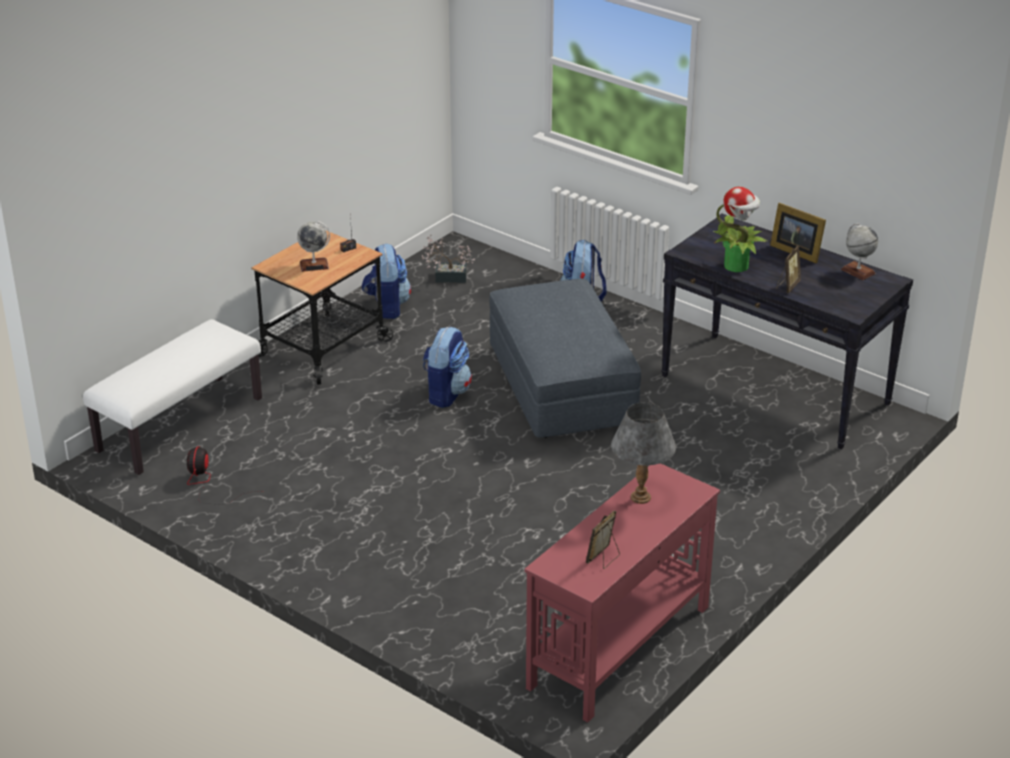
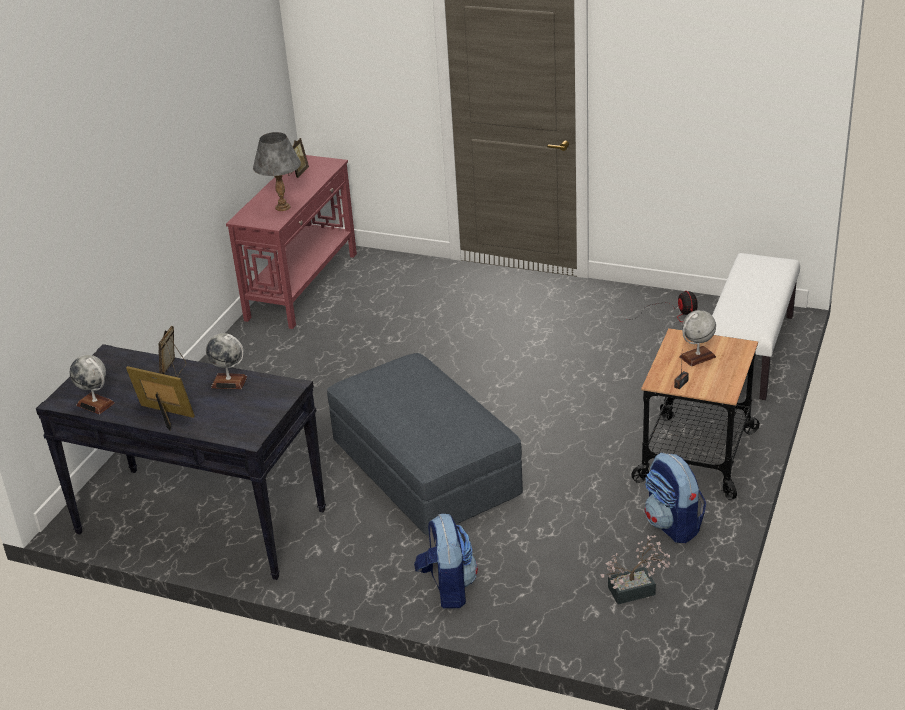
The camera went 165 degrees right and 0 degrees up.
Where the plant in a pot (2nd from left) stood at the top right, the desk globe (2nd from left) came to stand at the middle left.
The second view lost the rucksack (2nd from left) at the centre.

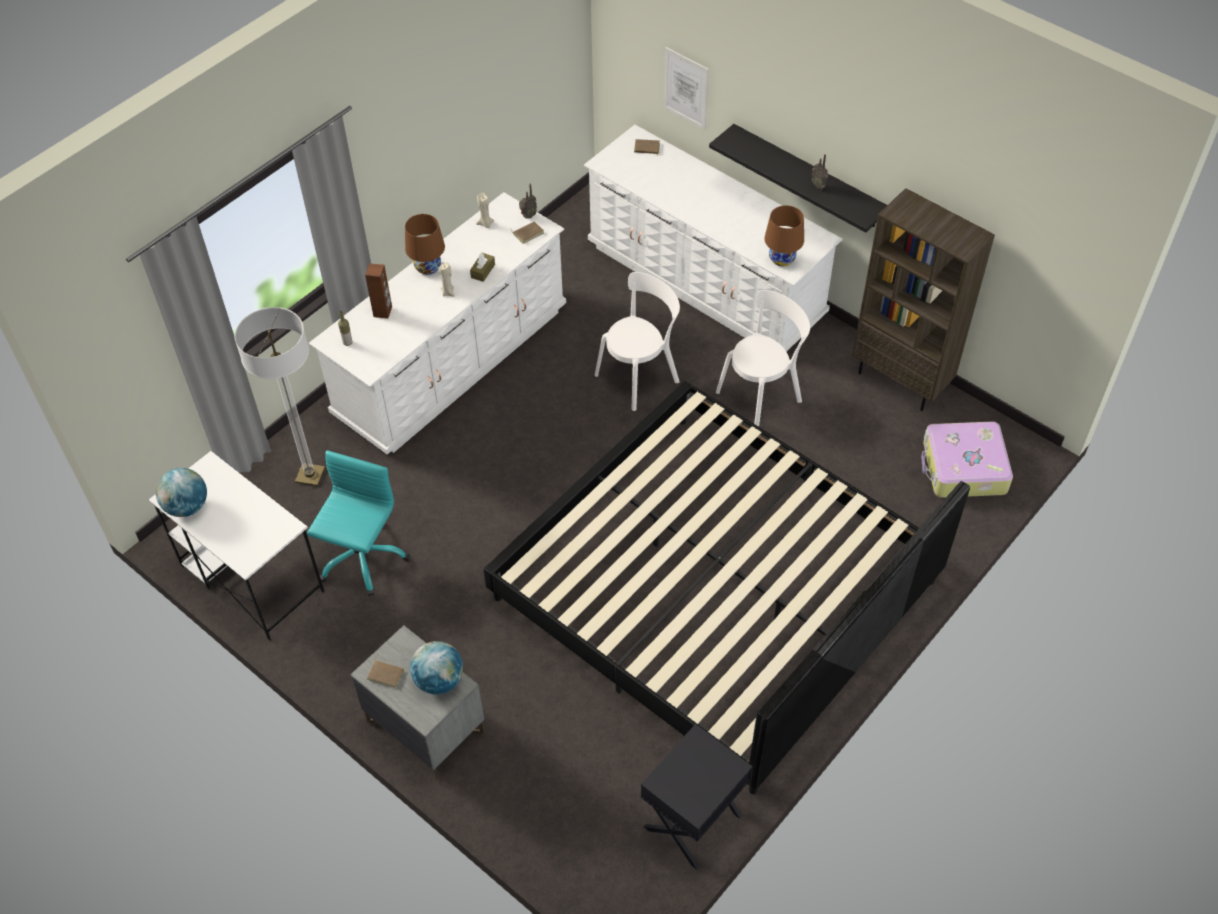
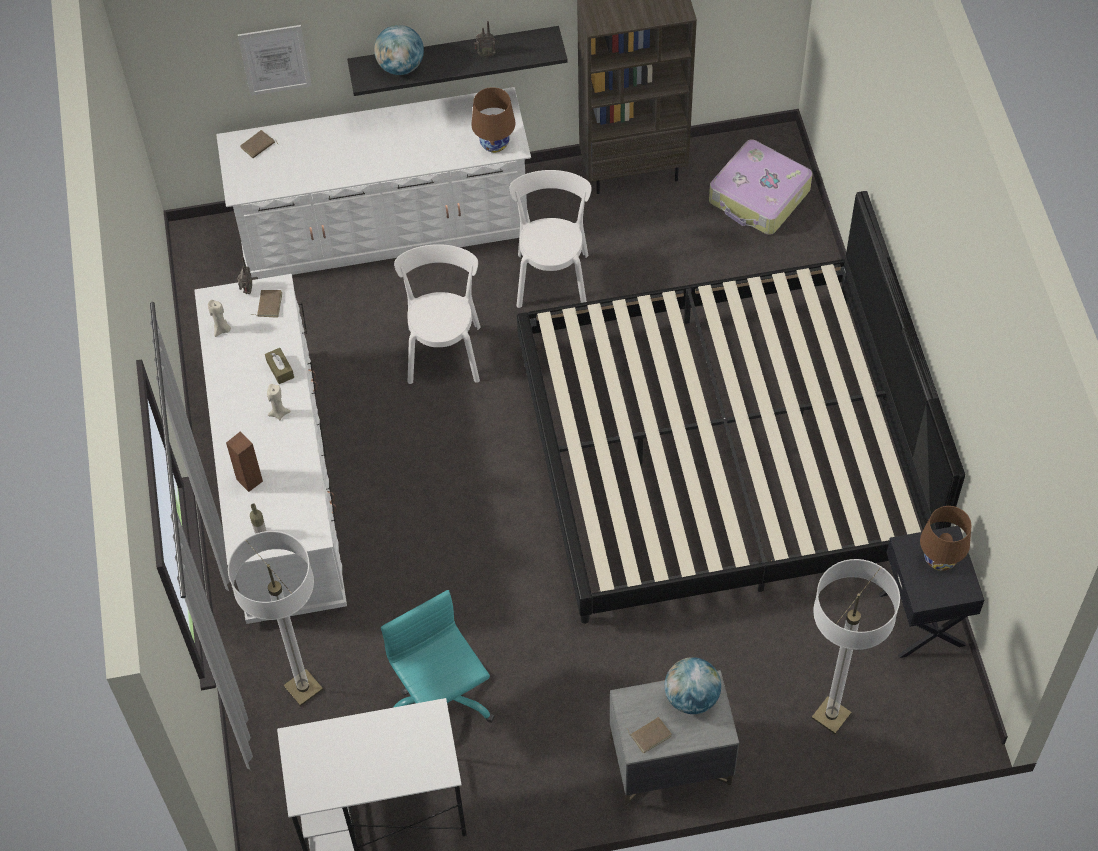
The camera went 50 degrees left and 5 degrees up.
The desk globe (1st from left) ended up elsewhere, having gone from the middle left to the top centre.
The second view gained the standing lamp (2nd from left) at the bottom right.
The lamp for a table (brown-coloured) (1st from left in the first image) ended up elsewhere, having gone from the top centre to the middle right.

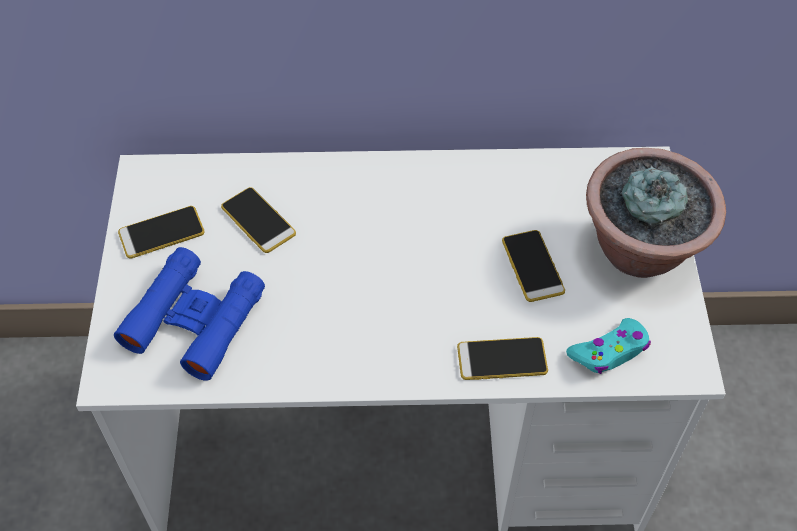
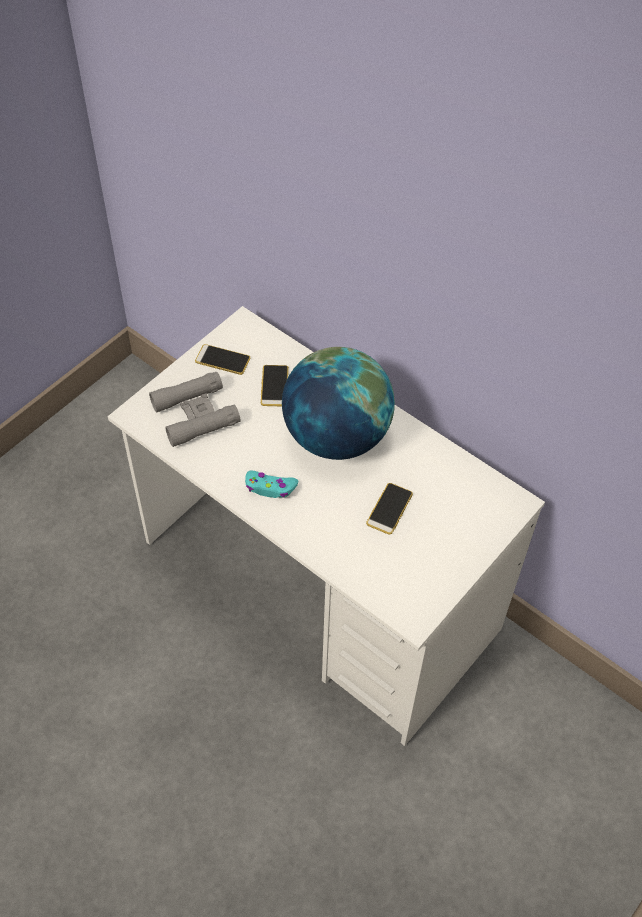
The camera went 40 degrees right and 0 degrees up.
What was the pair of binoculars (blue-coloured) at the middle left turned into the pair of binoculars (gray) at the middle left.
The game controller (turquoise-coloured) ended up elsewhere, having gone from the middle right to the centre.
The second view gained the desk globe at the centre.
The second view lost the phone (3rd from left) at the bottom centre.
The second view lost the plant in a pot at the middle right.

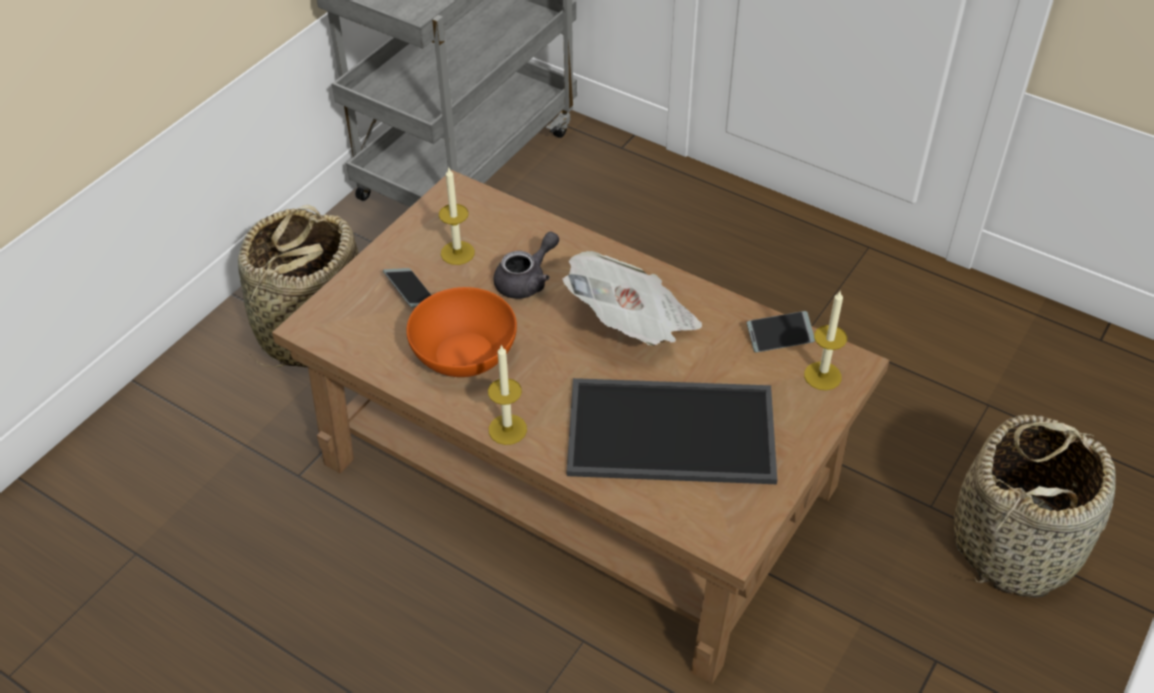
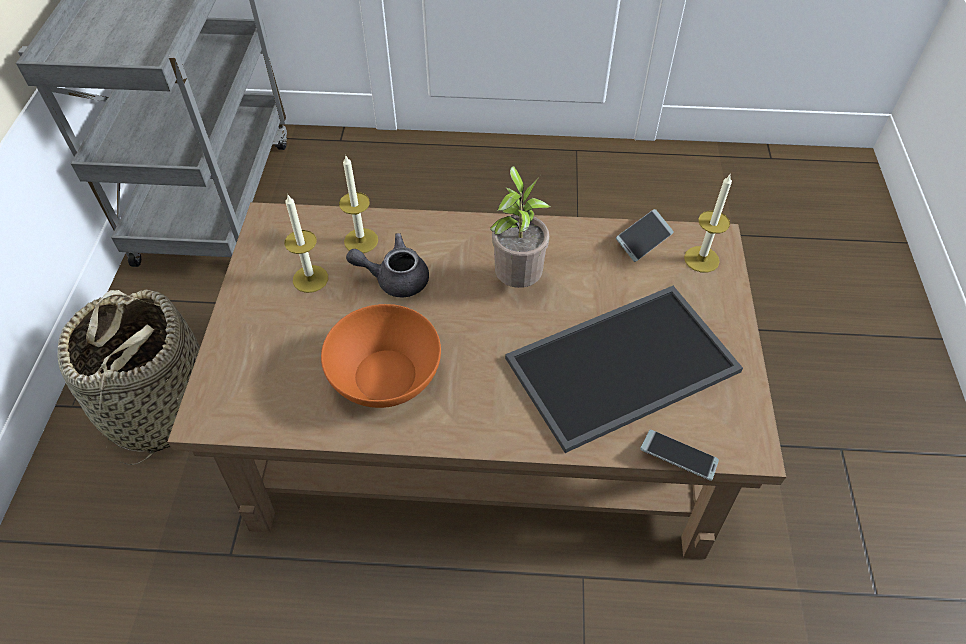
The camera went 30 degrees left and 5 degrees up.
The candle (2nd from left) ended up elsewhere, having gone from the centre to the top centre.
The teapot (gray) at the centre ended up facing another way, 105 degrees counterclockwise from before.
Where the printed paper stood at the centre, the plant in a pot came to stand at the centre.
The phone (1st from left in the first image) ended up elsewhere, having gone from the centre to the bottom right.
The second view lost the basket (2nd from left) at the bottom right.

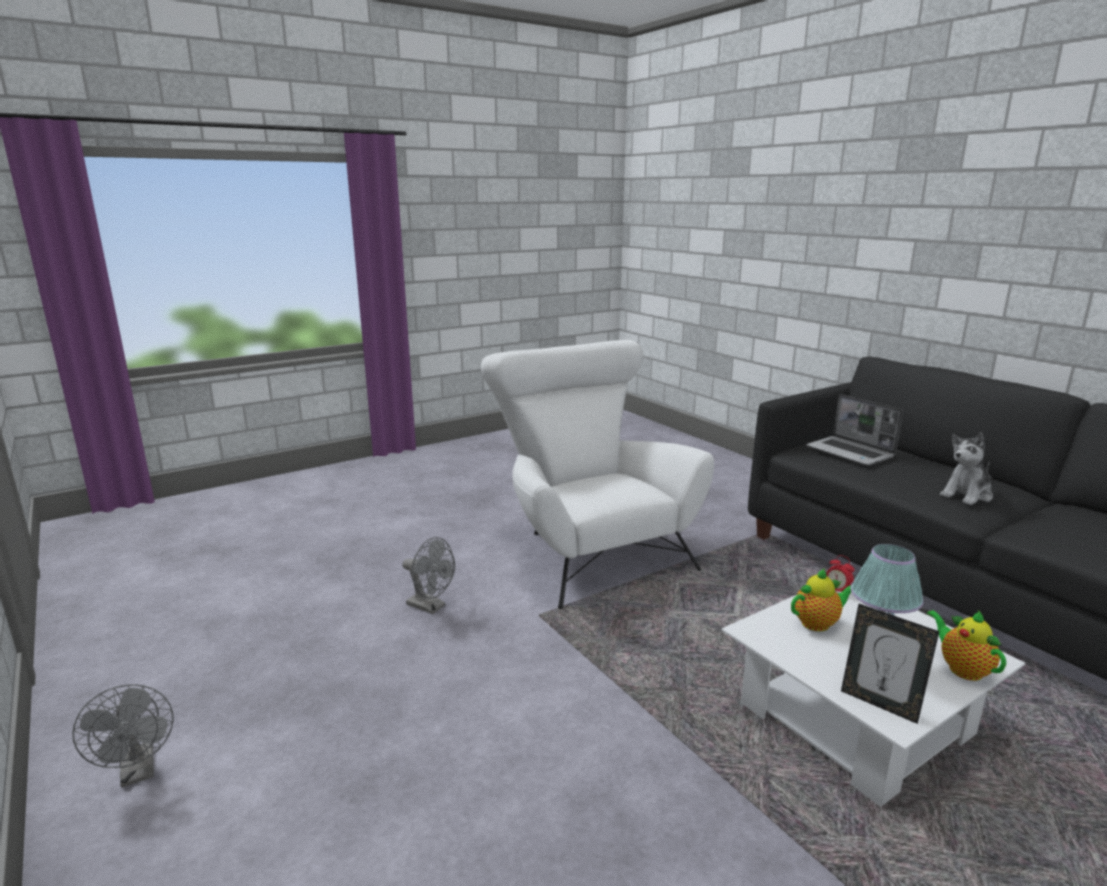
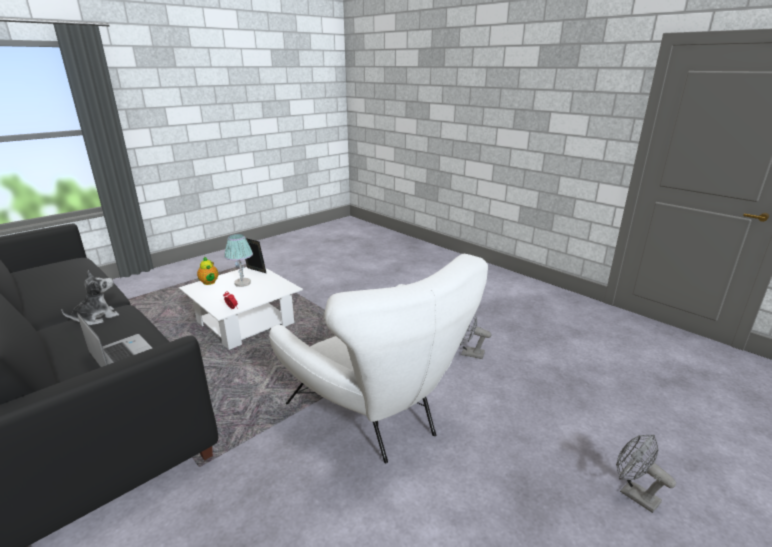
The camera went 170 degrees right and 5 degrees up.
The cooling fan (gray) (1st from left in the first image) ended up elsewhere, having gone from the bottom left to the bottom right.
The second view lost the teapot (1st from left) at the bottom right.

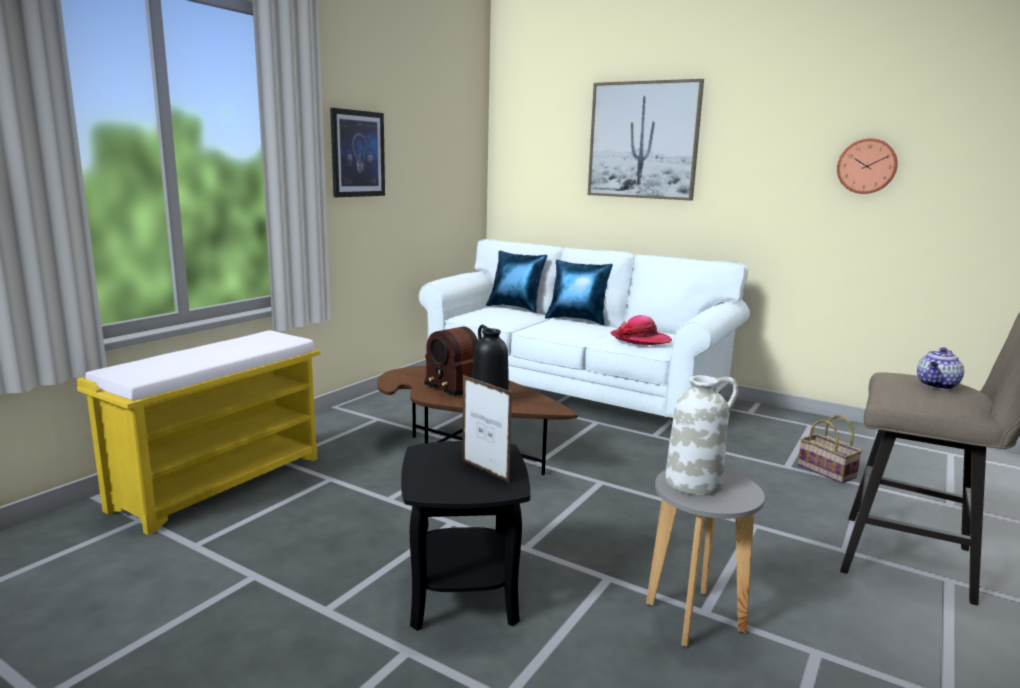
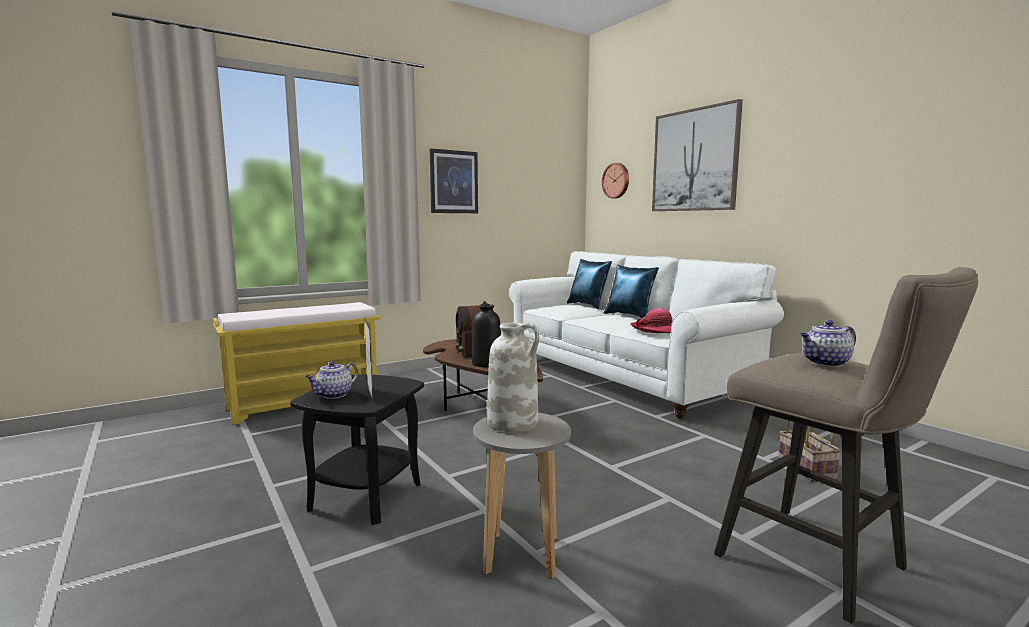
The camera went 25 degrees right and 5 degrees down.
The second view gained the teapot (1st from left) at the middle left.
The hanging clock ended up elsewhere, having gone from the top right to the top centre.

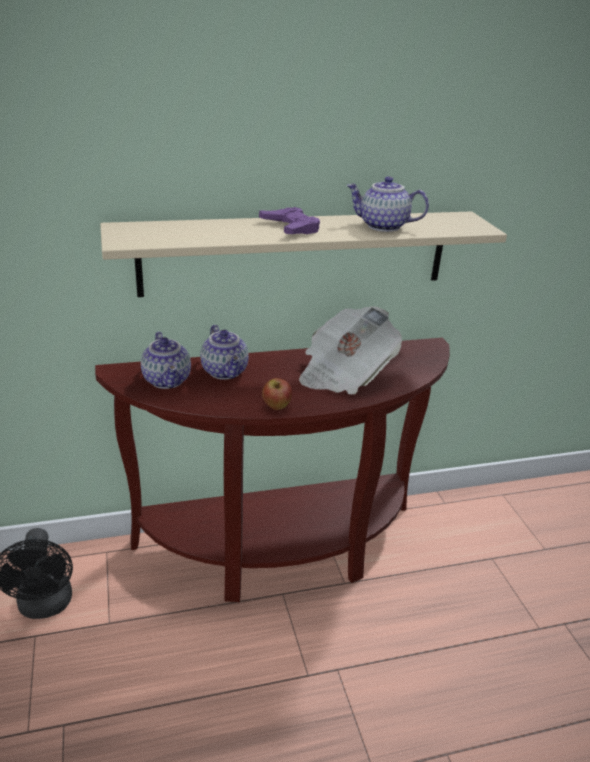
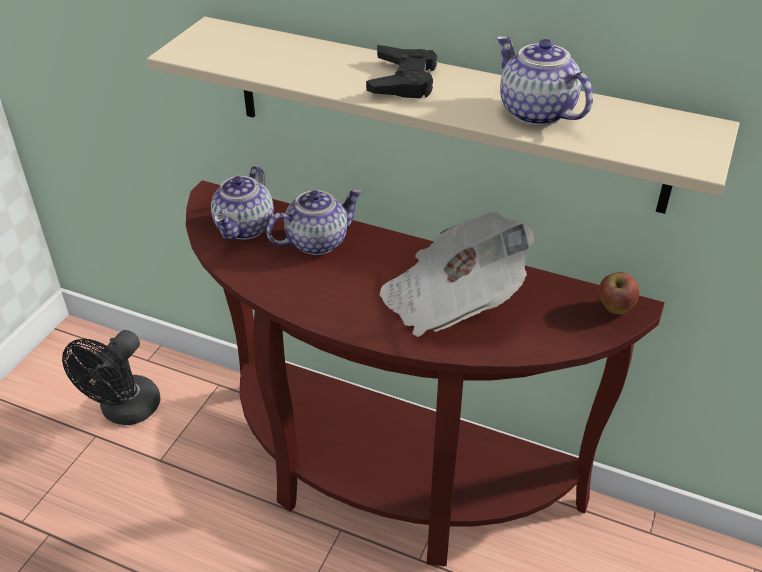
The camera went 40 degrees right and 10 degrees up.
The teapot (2nd from left) at the centre ended up facing another way, 135 degrees counterclockwise from before.
What was the game controller (purple) at the top centre turned into the game controller (blackish) at the top centre.
The apple ended up elsewhere, having gone from the centre to the middle right.

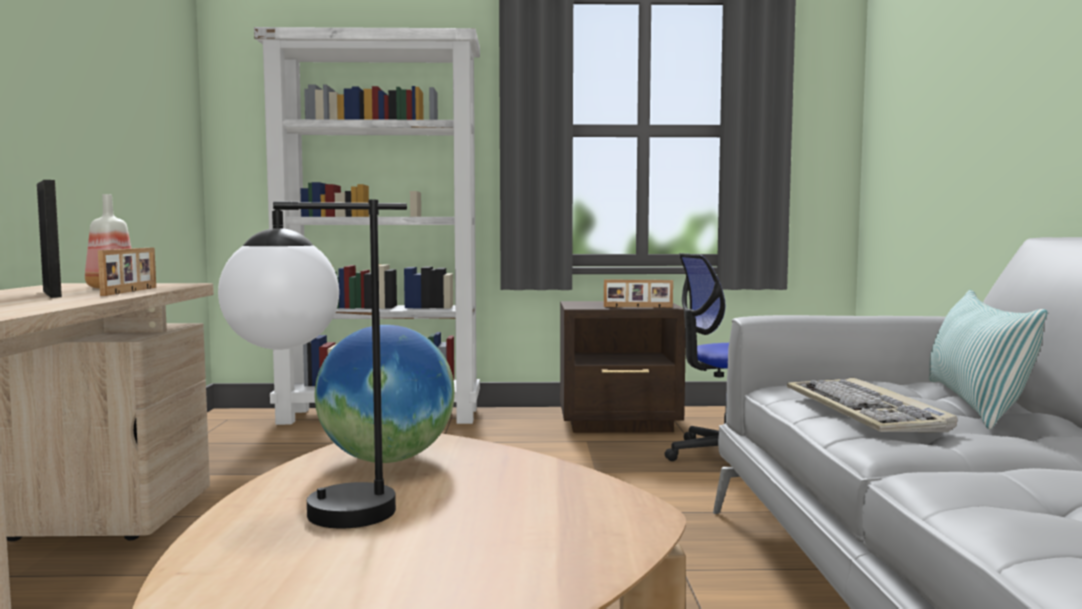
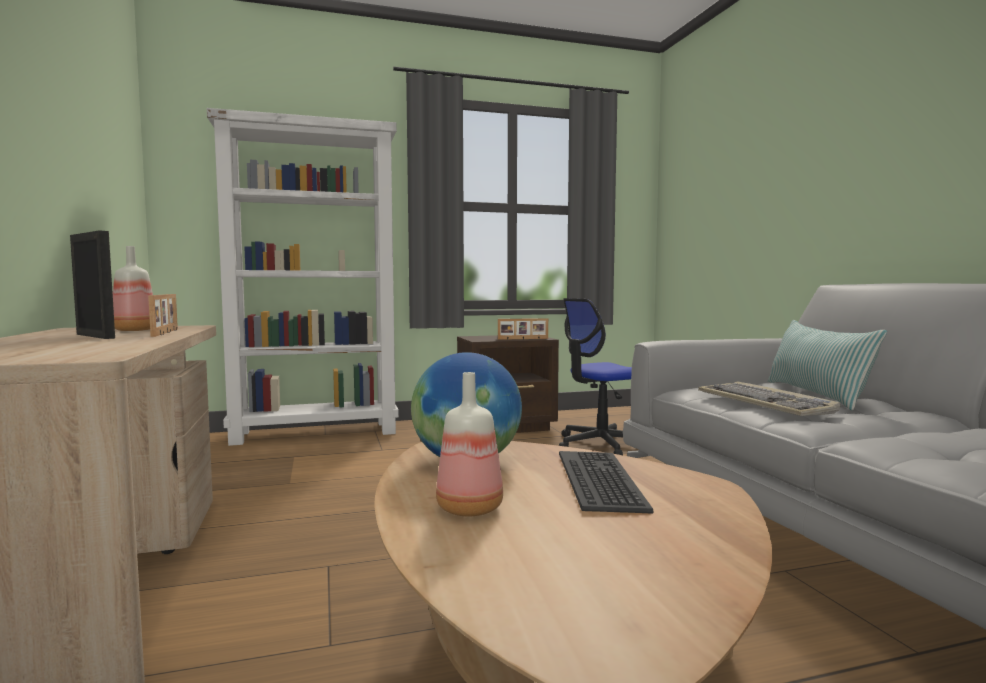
The camera went 15 degrees left and 0 degrees up.
Where the lamp for a table stood at the middle left, the beverage bottle (2nd from left) came to stand at the centre.
The second view gained the PC keyboard (1st from left) at the bottom centre.

